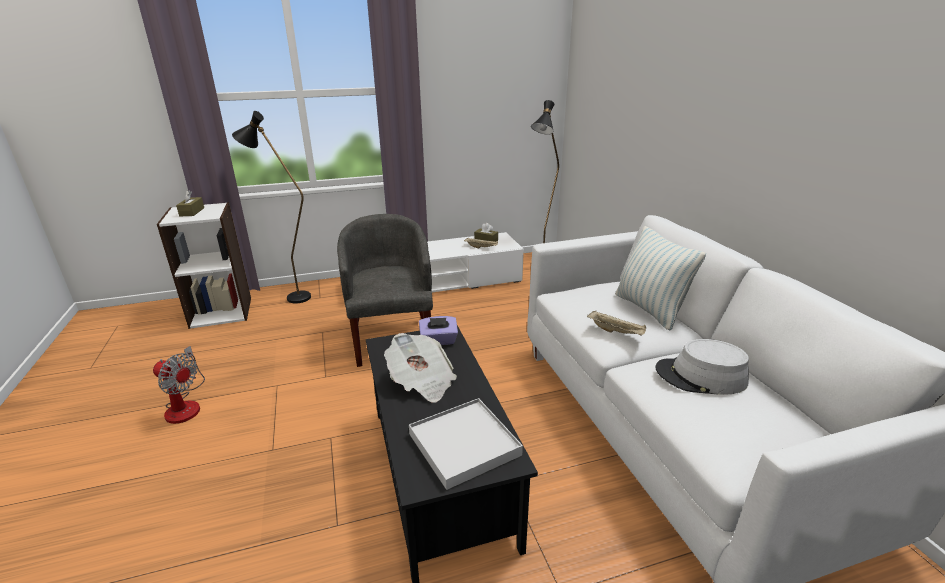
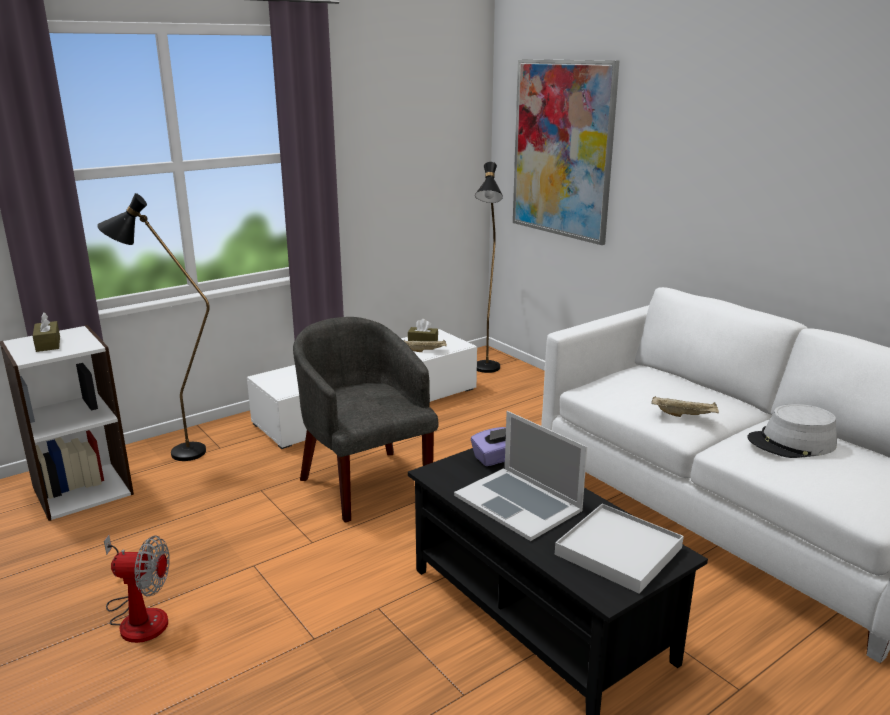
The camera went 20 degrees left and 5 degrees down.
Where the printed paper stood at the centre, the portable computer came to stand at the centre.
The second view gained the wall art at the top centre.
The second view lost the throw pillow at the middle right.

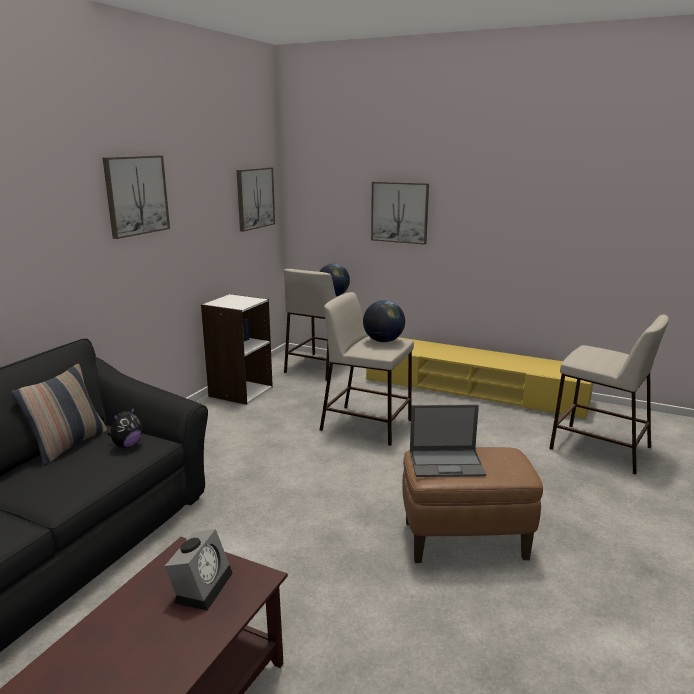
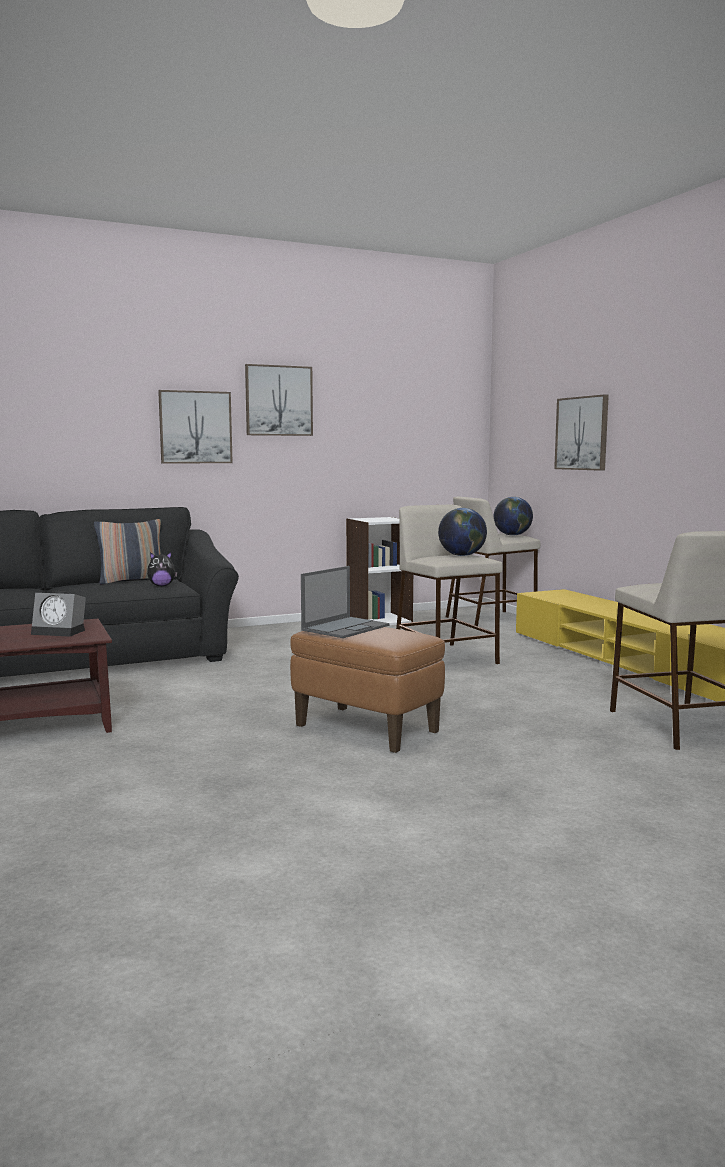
The camera went 40 degrees right and 10 degrees down.
The alarm clock at the bottom left ended up facing another way, 45 degrees clockwise from before.
The wall art (2nd from left in the first image) ended up elsewhere, having gone from the top centre to the middle left.
The portable computer at the centre ended up facing another way, 90 degrees counterclockwise from before.

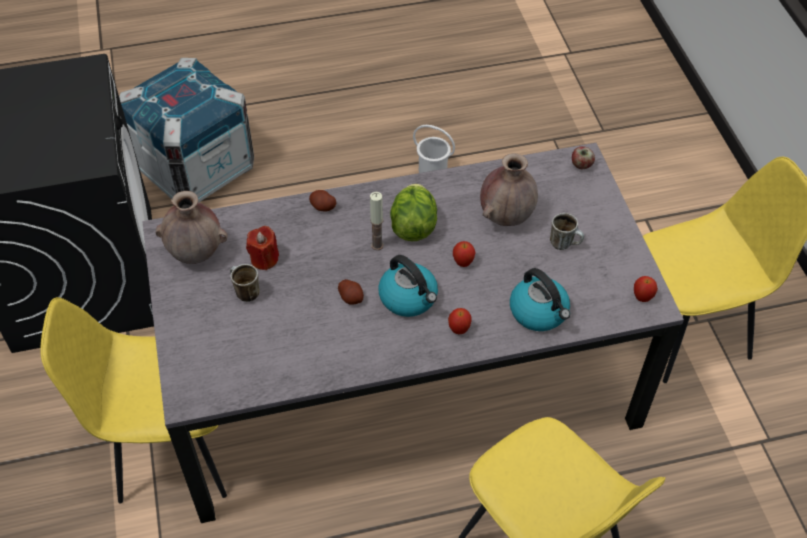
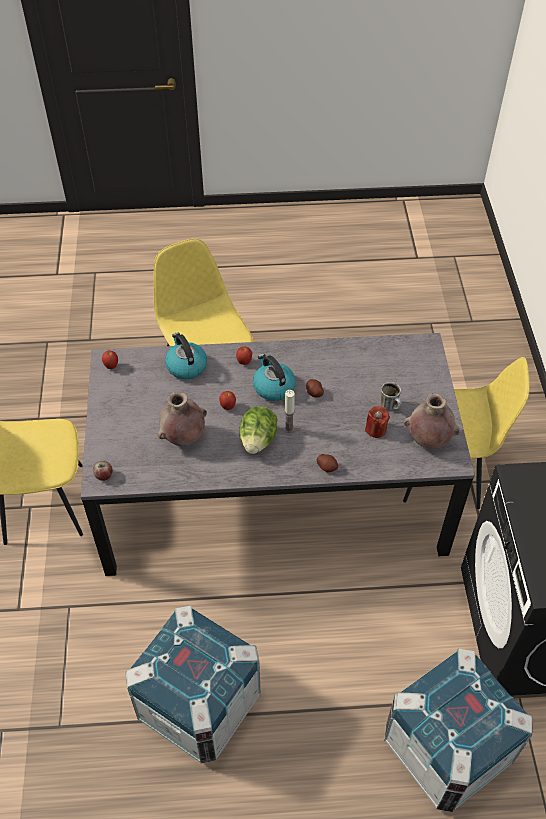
The camera went 170 degrees left and 0 degrees up.
Where the pail (white) stood at the top centre, the packing crate (1st from left) came to stand at the bottom centre.
The second view lost the mug (2nd from left) at the middle right.

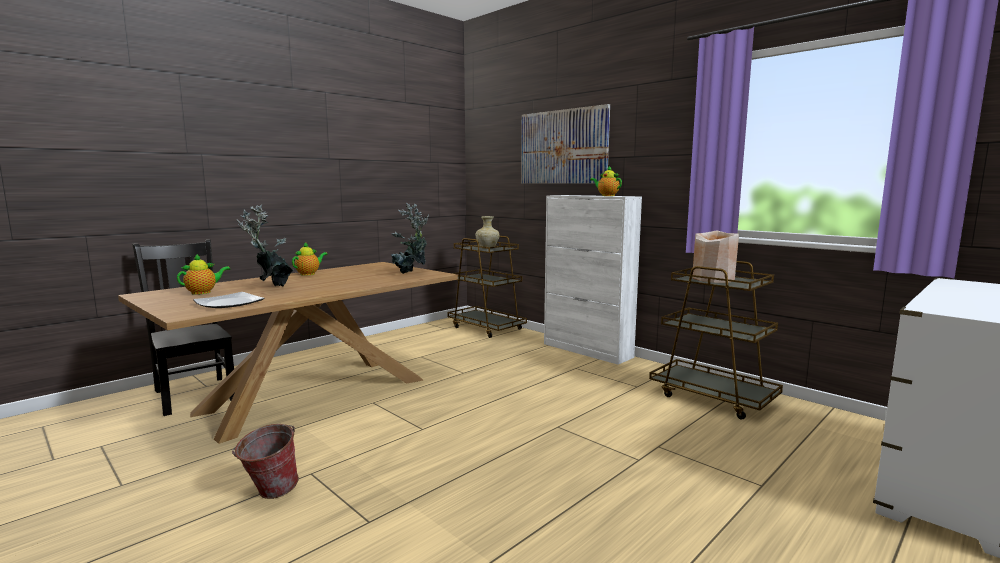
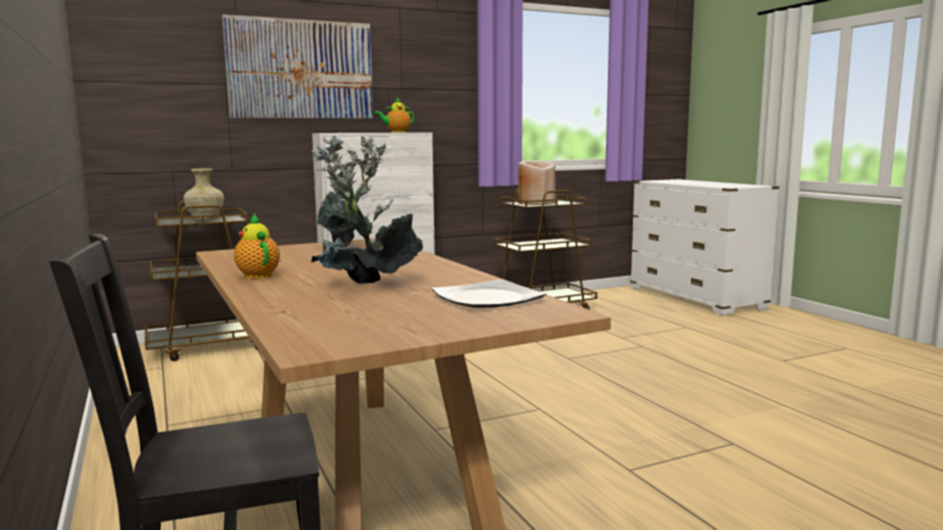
The camera went 70 degrees left and 0 degrees up.
The second view lost the teapot (1st from left) at the middle left.
The second view lost the pail at the bottom left.

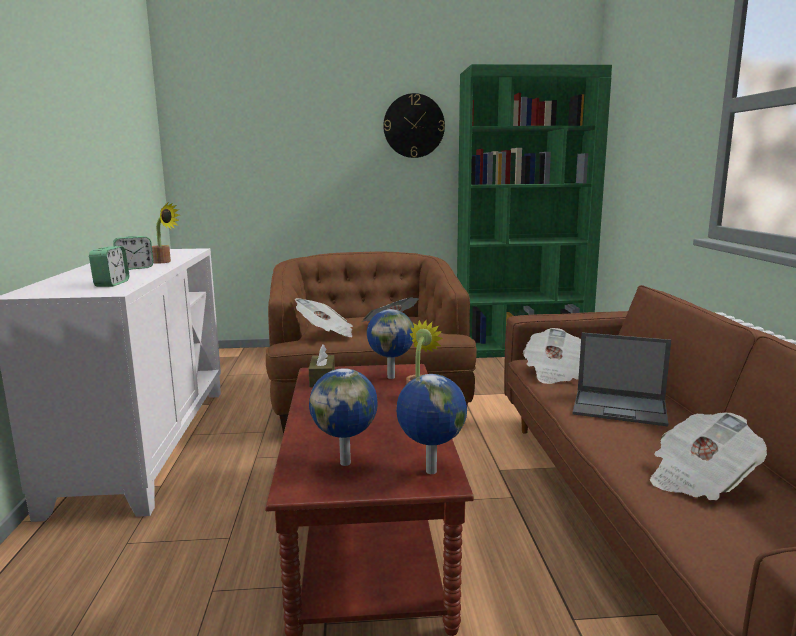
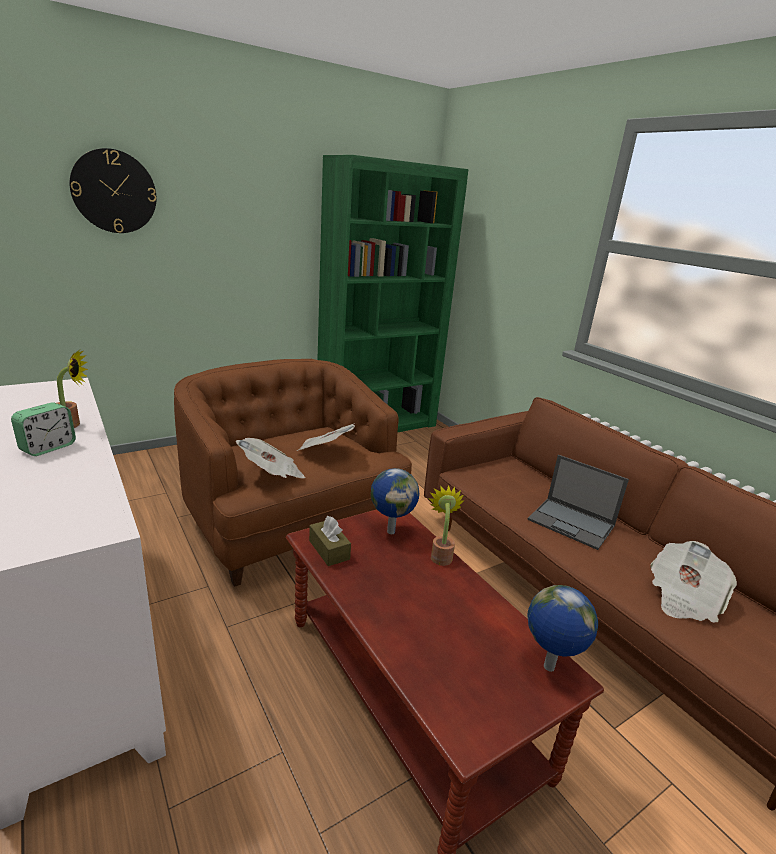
The camera went 30 degrees left and 10 degrees up.
The hanging clock ended up elsewhere, having gone from the top centre to the top left.
The portable computer at the middle right ended up facing another way, 45 degrees clockwise from before.
The second view lost the alarm clock (1st from left) at the middle left.
The second view lost the desk globe (1st from left) at the centre.
The second view lost the printed paper (3rd from left) at the middle right.

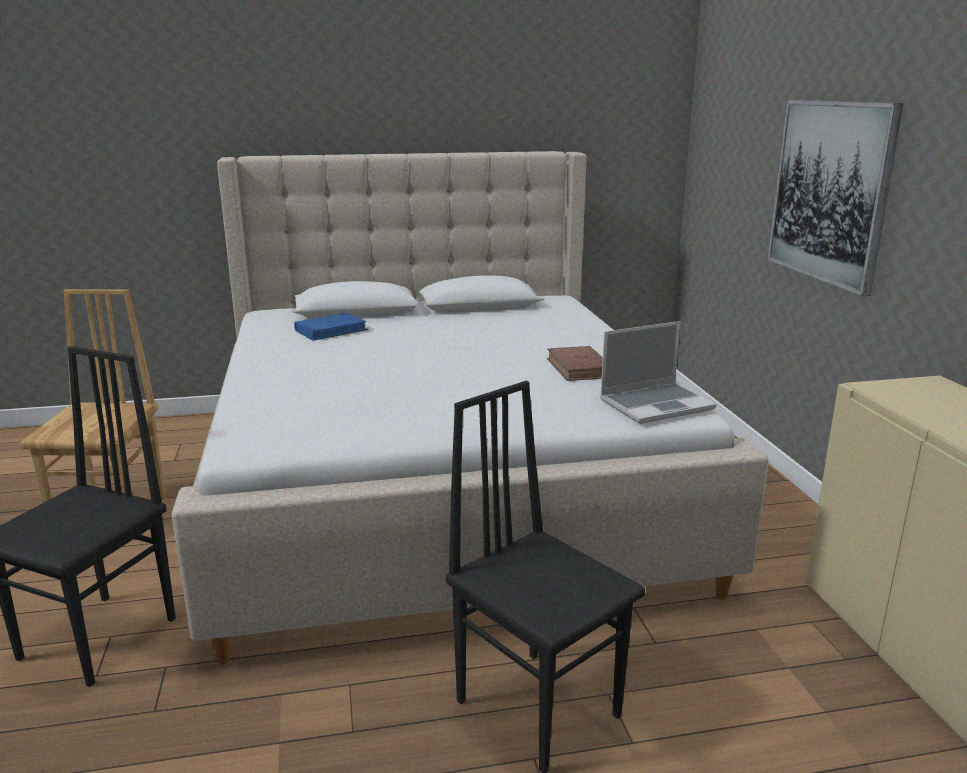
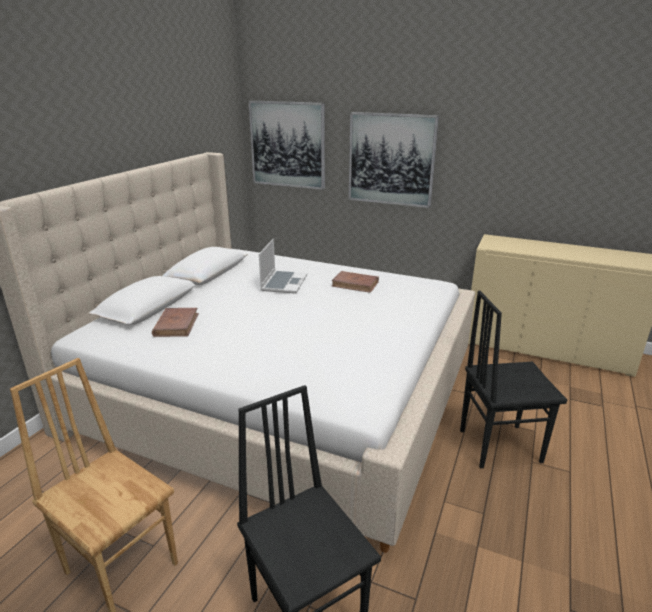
The camera went 55 degrees left and 5 degrees up.
What was the bound book (blue-coloured) at the centre turned into the bound book (brown-coloured) (1st from left) at the middle left.
The second view gained the wall art (1st from left) at the top centre.
The portable computer ended up elsewhere, having gone from the middle right to the centre.

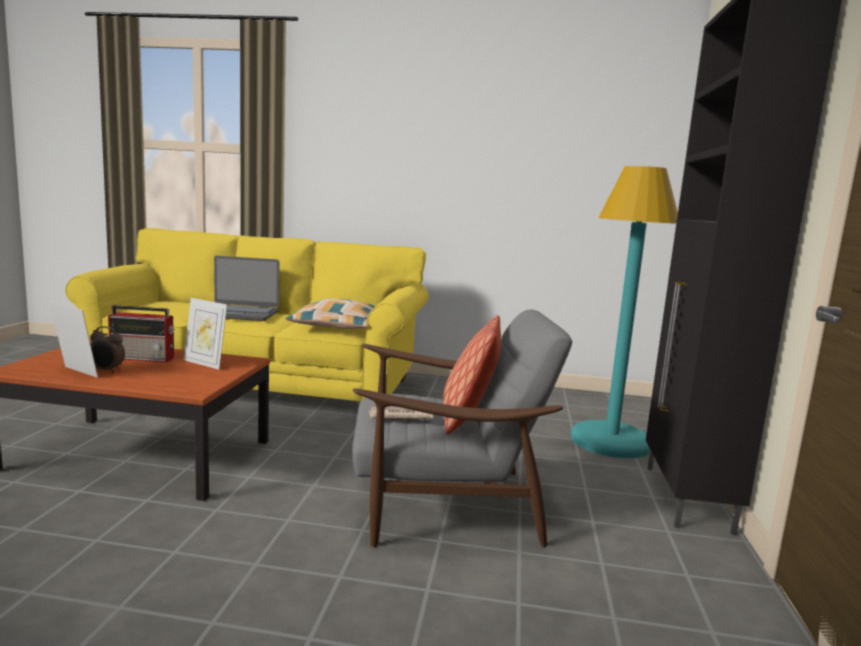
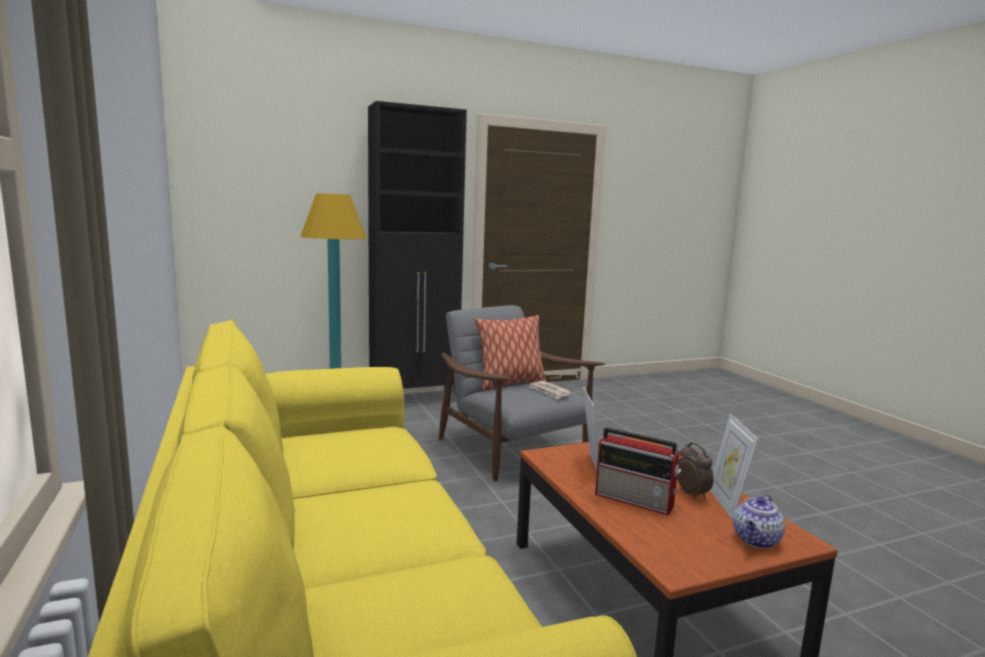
The camera went 120 degrees left and 0 degrees up.
The radio set at the middle left ended up facing another way, 150 degrees clockwise from before.
The second view gained the teapot at the bottom right.
The second view lost the portable computer at the middle left.
The second view lost the throw pillow (1st from left) at the centre.

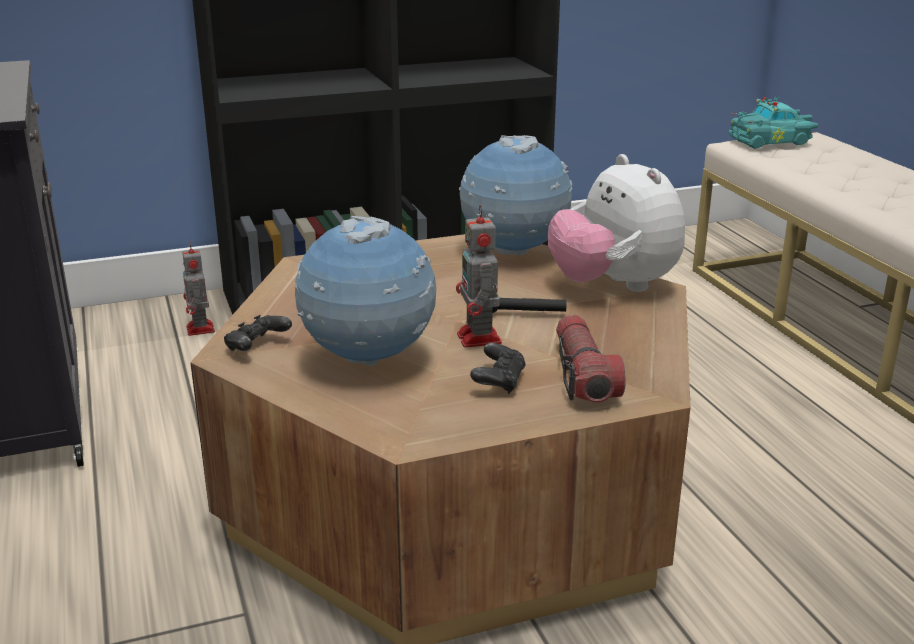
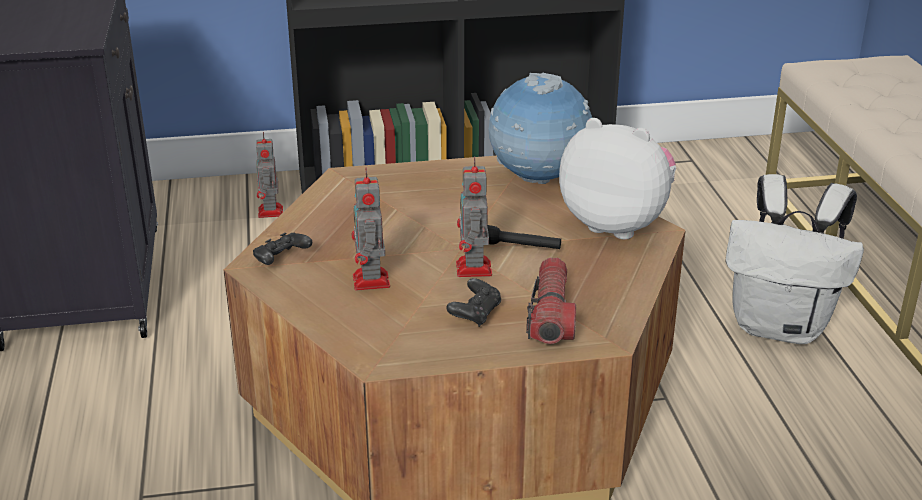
The camera went 10 degrees right and 5 degrees up.
Where the desk globe (1st from left) stood at the centre, the toy robot (2nd from left) came to stand at the centre.
The soft toy at the middle right ended up facing another way, 135 degrees clockwise from before.
The second view gained the rucksack (white) at the middle right.
The second view lost the toy car (turquoise-coloured) at the top right.

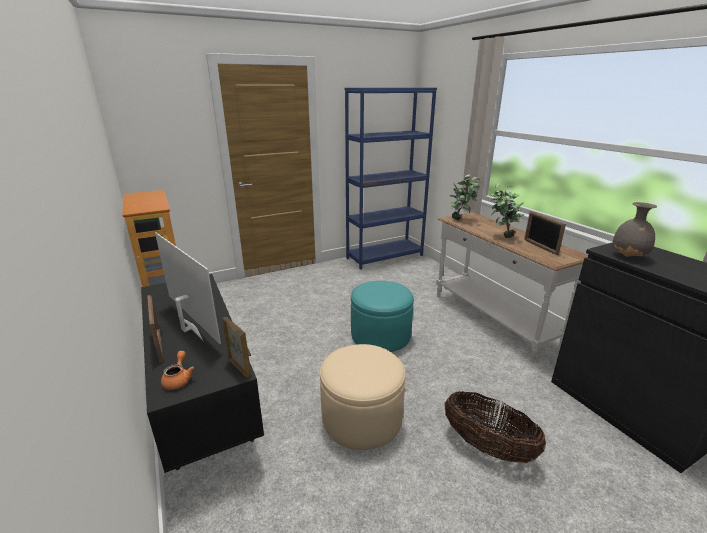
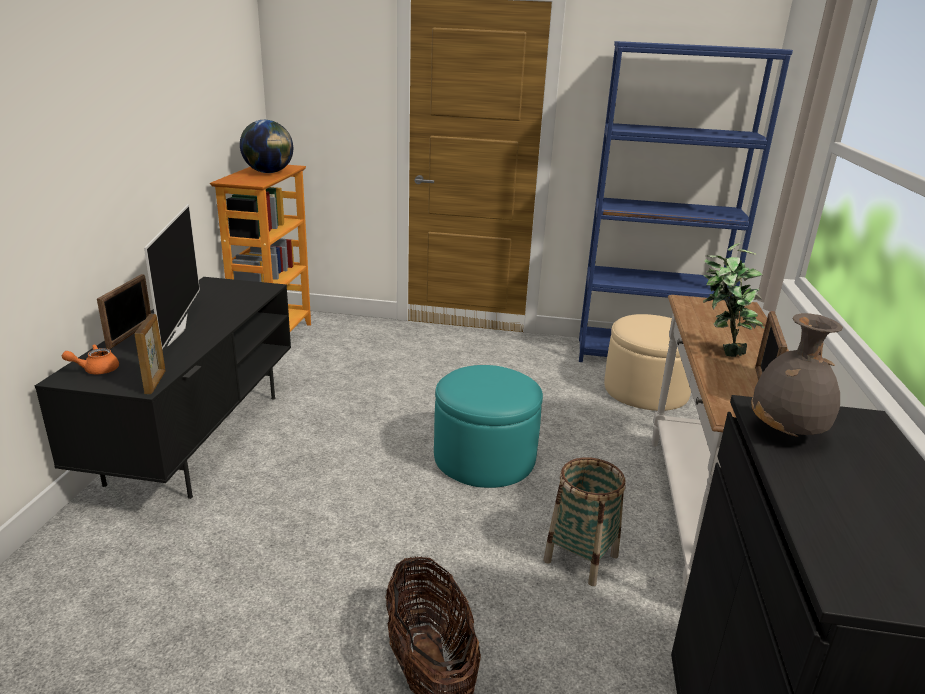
The camera went 35 degrees right and 0 degrees up.
The teapot (orangey) at the bottom left ended up facing another way, 150 degrees counterclockwise from before.
The second view gained the desk globe at the top left.
The second view gained the basket (2nd from left) at the bottom centre.
The pouffe (beige) ended up elsewhere, having gone from the bottom centre to the middle right.
The second view lost the plant in a pot (1st from left) at the centre.

